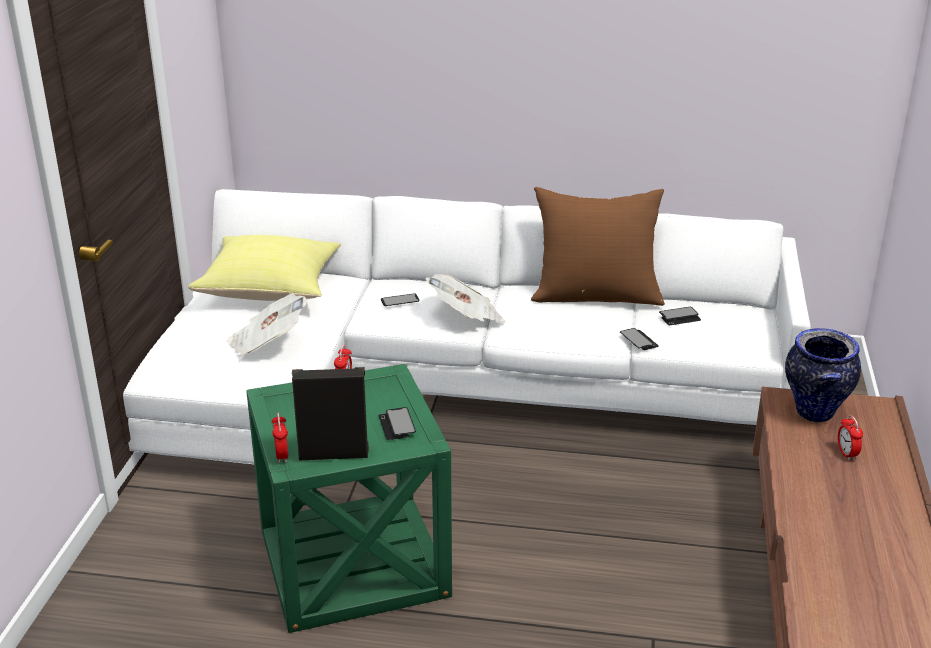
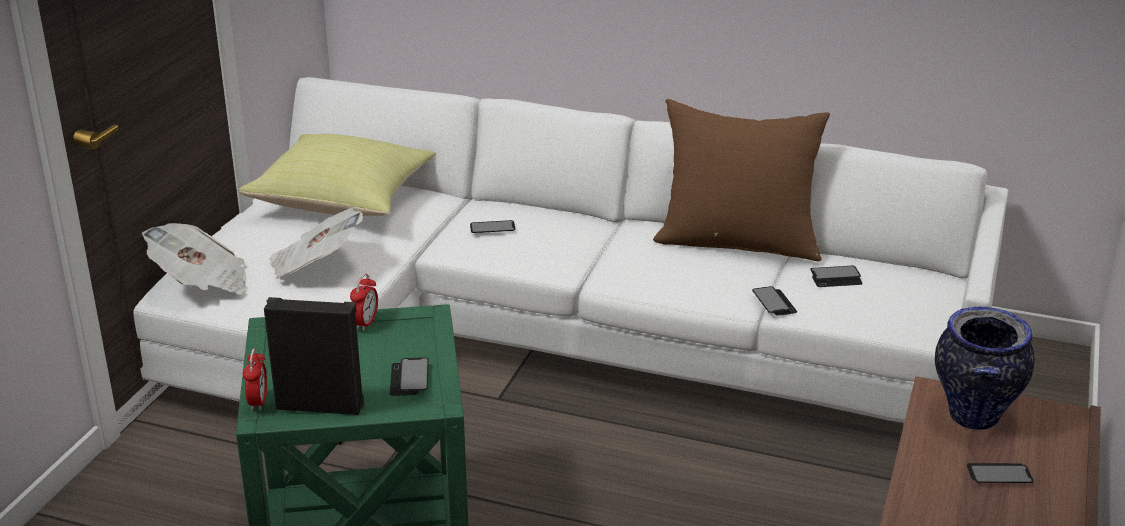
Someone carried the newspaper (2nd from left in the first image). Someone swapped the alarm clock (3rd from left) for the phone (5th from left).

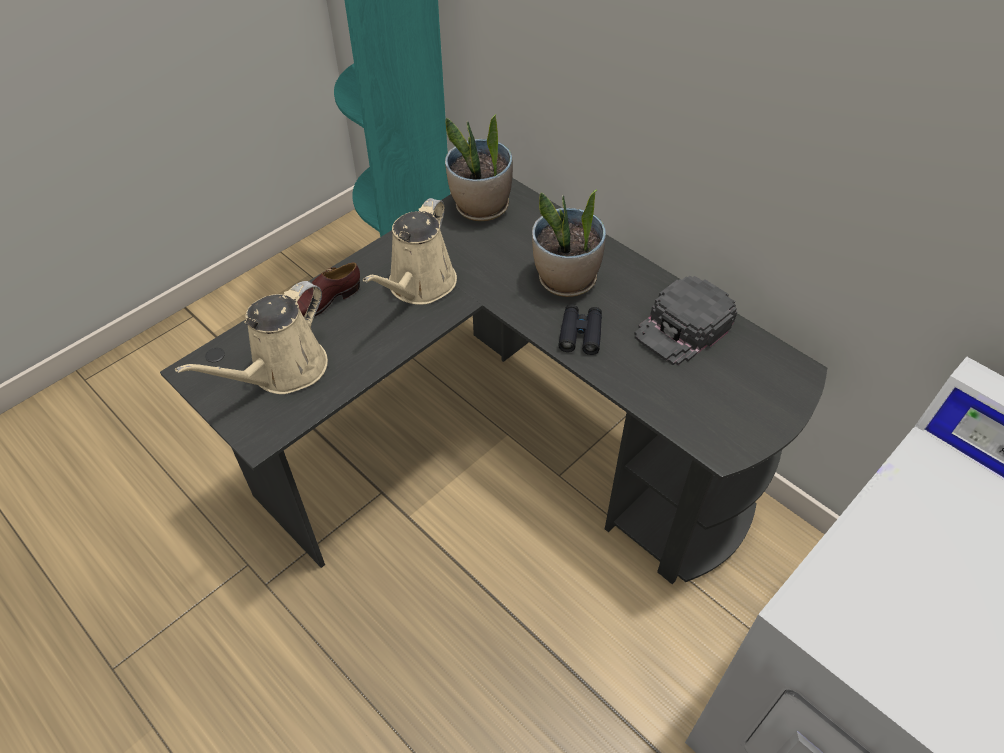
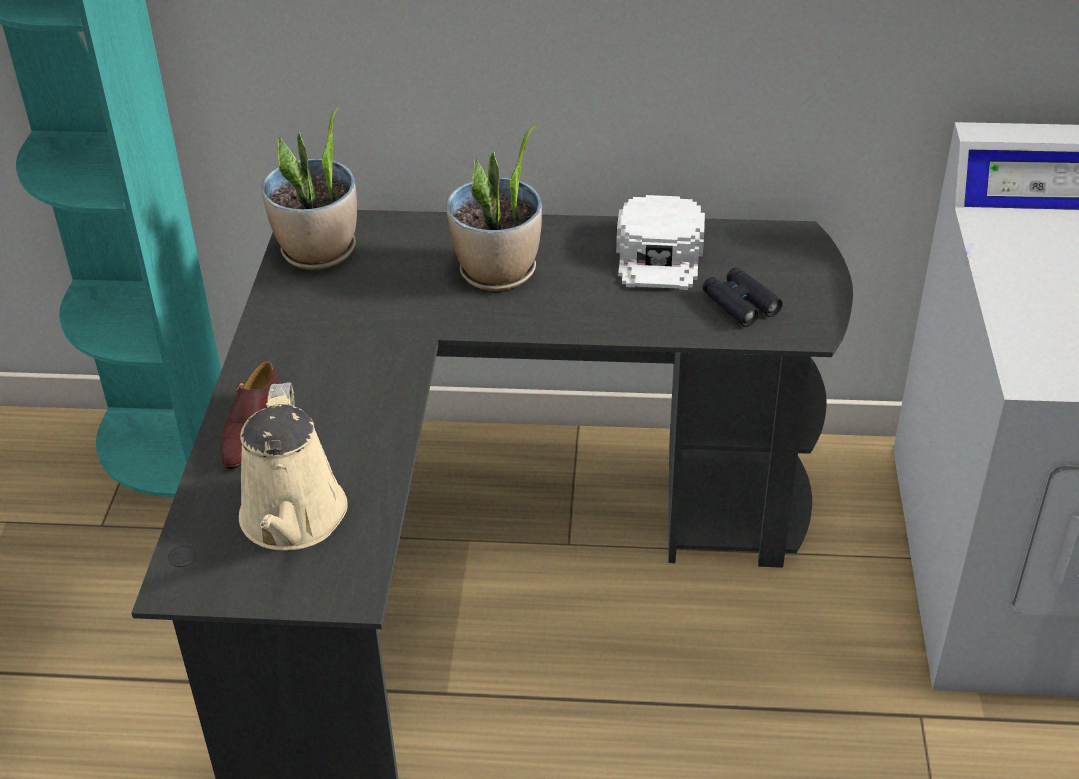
Someone took away the watering can (beige) (2nd from left). Someone carried the binoculars (black). Someone repainted the cap (black), which became the cap (white).

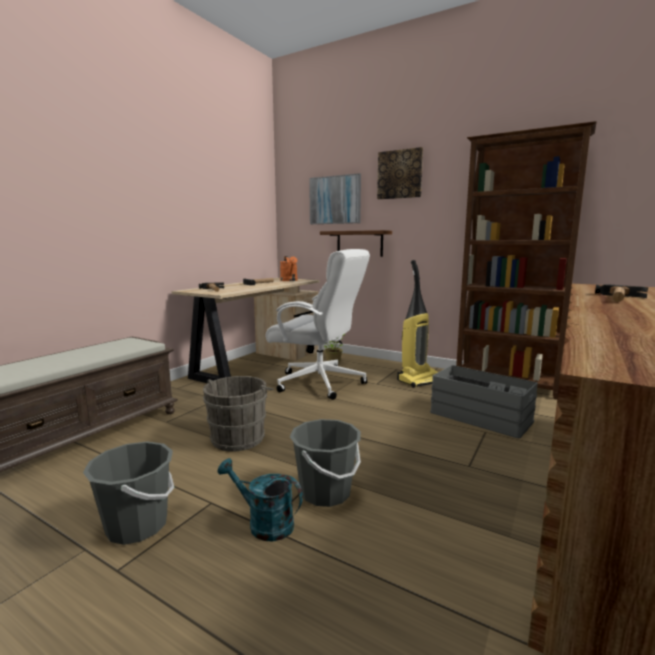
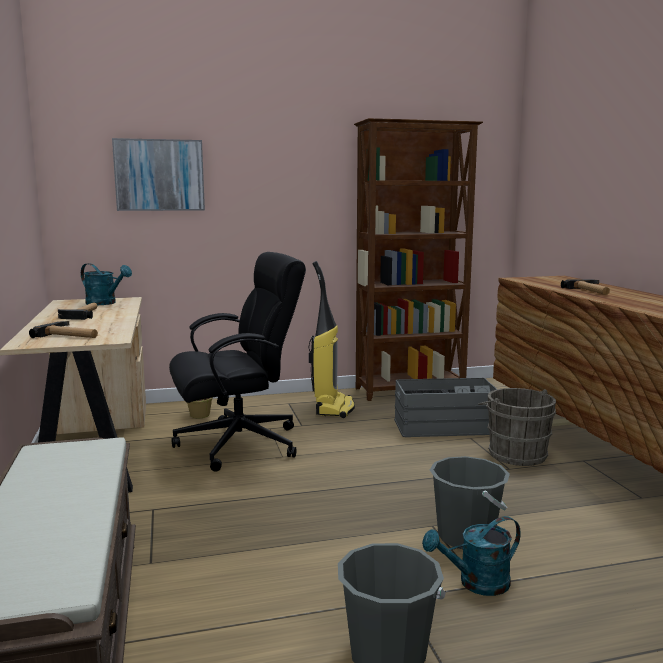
Someone carried the bucket (grey) (2nd from left in the first image). Someone repainted the office chair (white), which became the office chair (black). Someone repainted the watering can (orange), which became the watering can (turquoise) (1st from left). Someone took away the shelf (brown). Someone took away the picture (2nd from left).

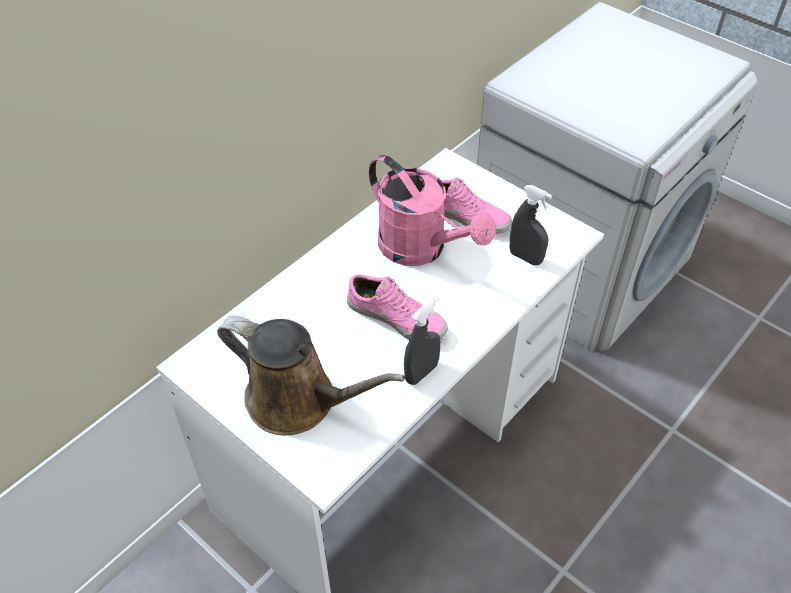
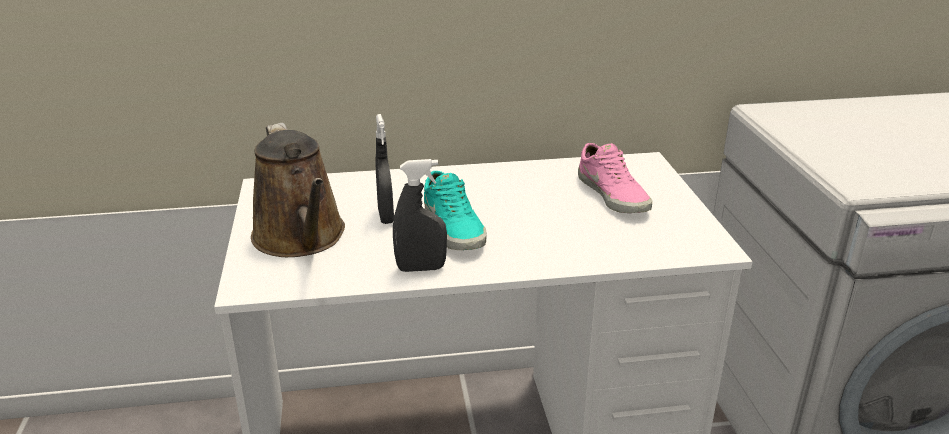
Someone repainted the shoe (pink) (1st from left), which became the shoe (turquoise). Someone took away the watering can (pink). Someone carried the spray bottle (grey) (2nd from left in the first image).

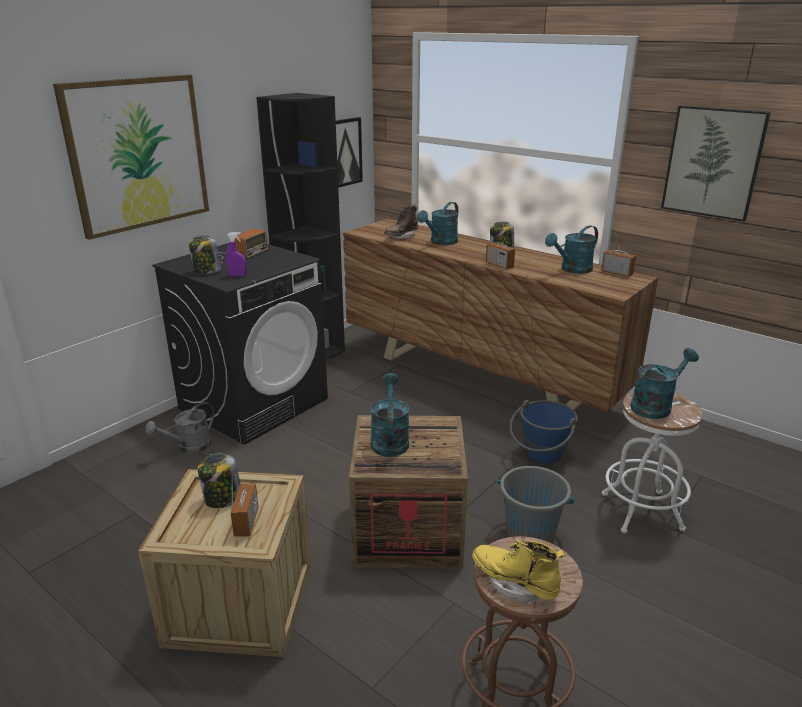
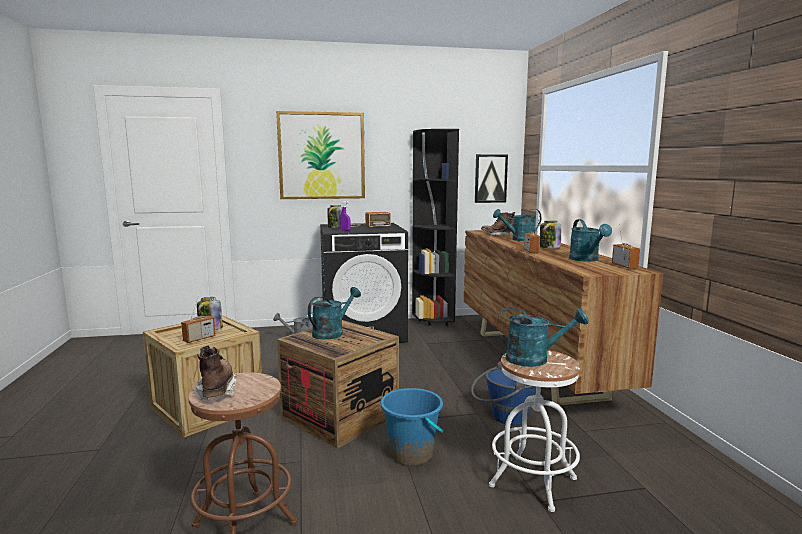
Someone repainted the boot (yellow), which became the boot (brown) (1st from left). Someone repainted the bucket (grey), which became the bucket (blue) (1st from left). Someone rotated the watering can (turquoise) (3rd from left in the first image) by 105 degrees counterclockwise. Someone took away the picture (3rd from left).

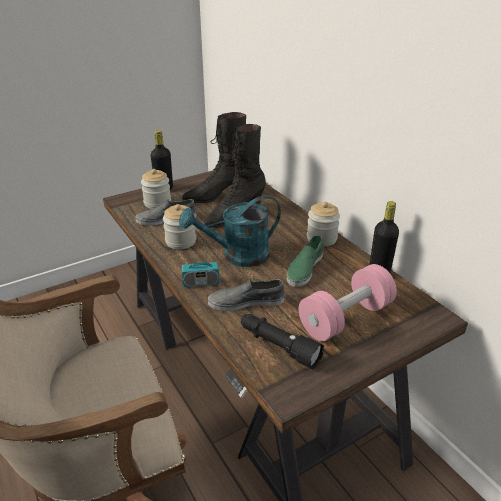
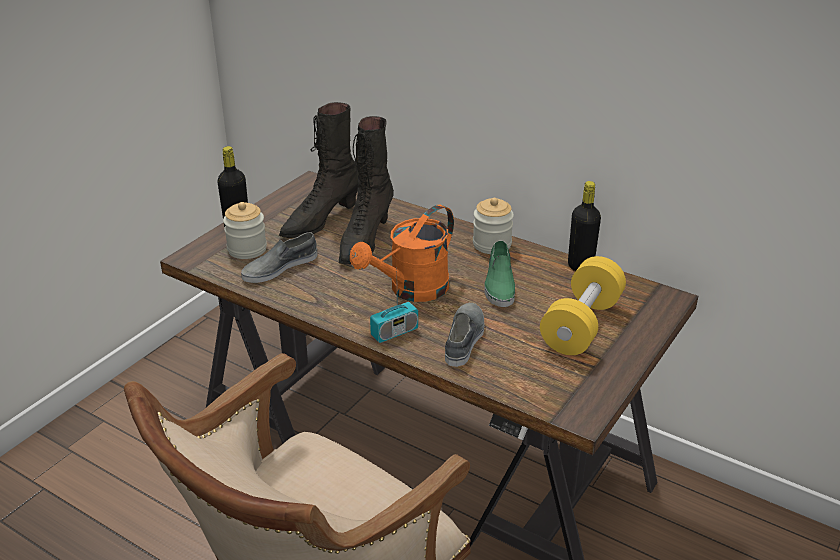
Someone took away the jar (2nd from left). Someone repainted the watering can (turquoise), which became the watering can (orange). Someone rotated the shoe (grey) (2nd from left) by 135 degrees clockwise. Someone took away the flashlight (black). Someone repainted the dumbbell (pink), which became the dumbbell (yellow).

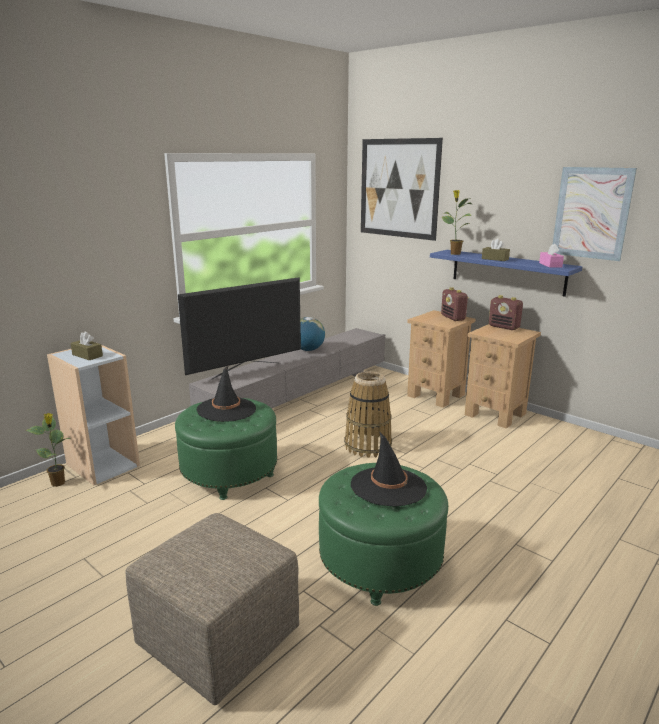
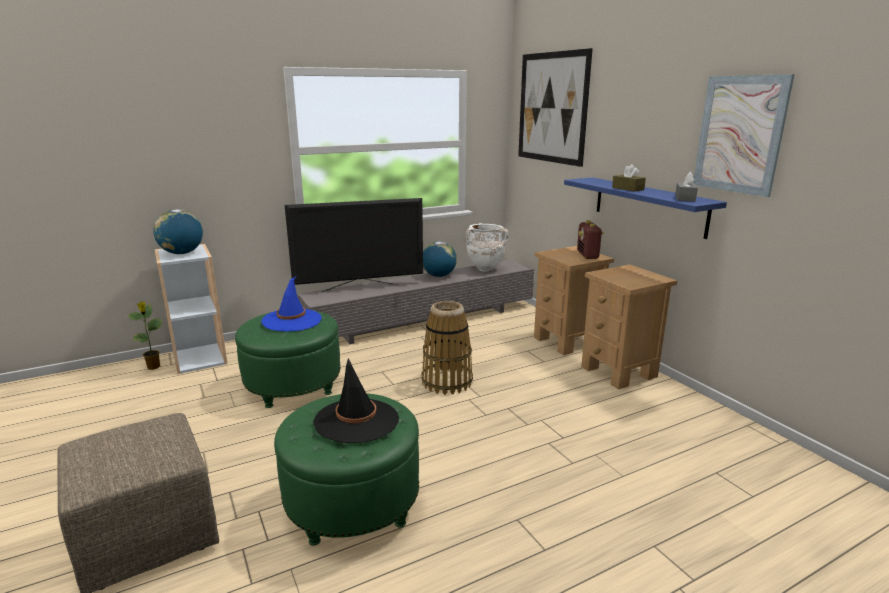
Someone swapped the tissue box (brown) (1st from left) for the globe (1st from left). Someone repainted the hat (black) (1st from left), which became the hat (blue). Someone took away the potted plant (2nd from left). Someone took away the radio (2nd from left). Someone repainted the tissue box (pink), which became the tissue box (grey). Someone put down the vase (white).

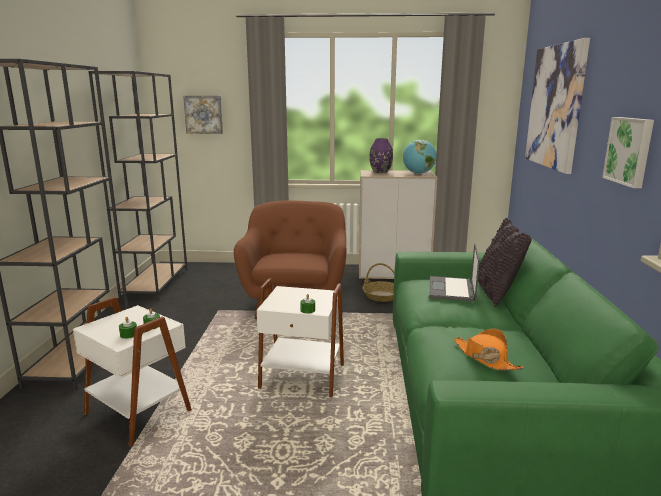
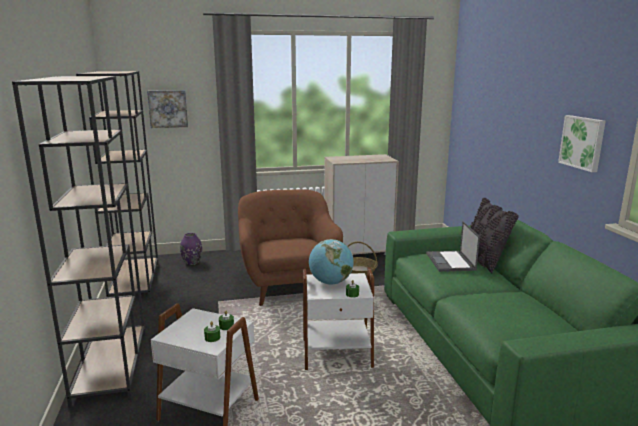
Someone carried the vase (purple). Someone carried the globe. Someone took away the hat (orange). Someone took away the picture (2nd from left).

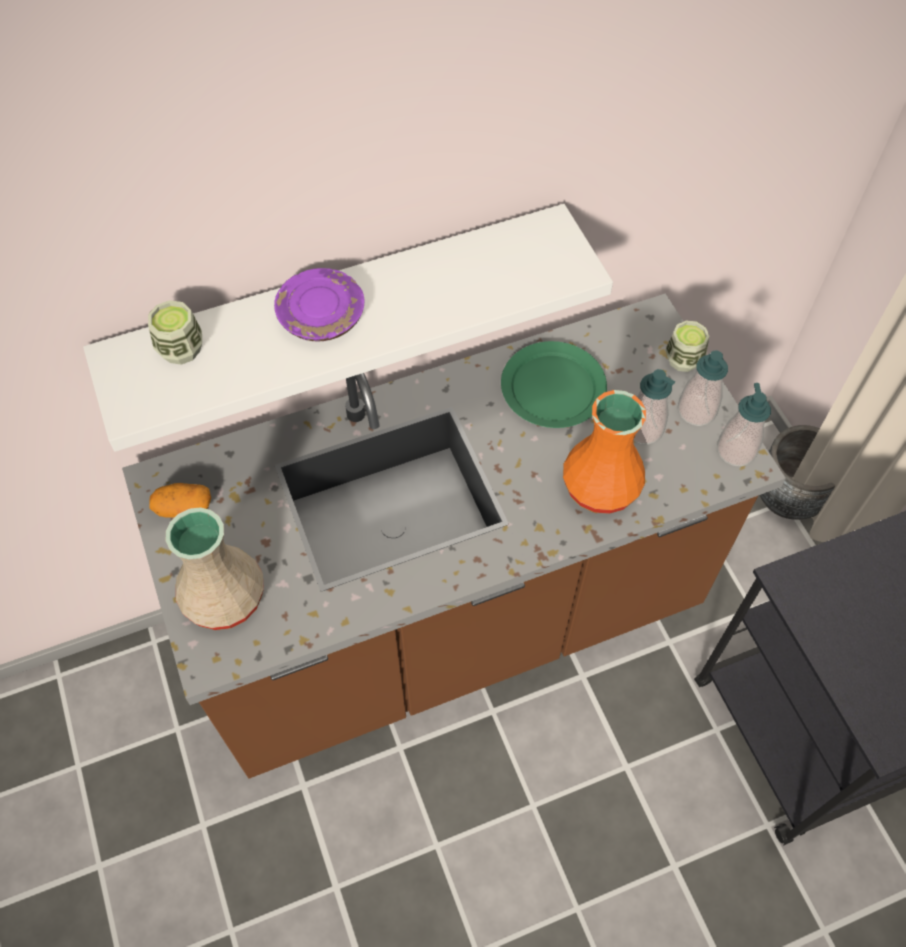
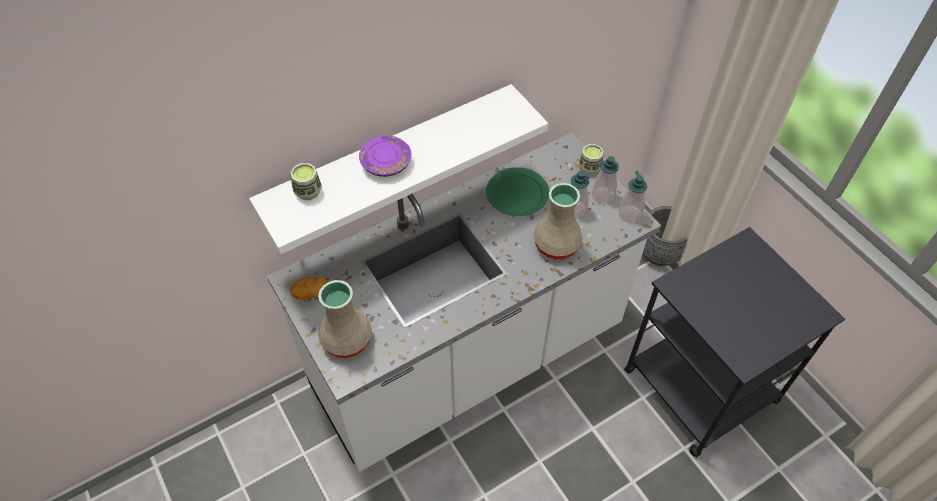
Someone repainted the counter (brown), which became the counter (white). Someone repainted the vase (orange), which became the vase (beige) (2nd from left).

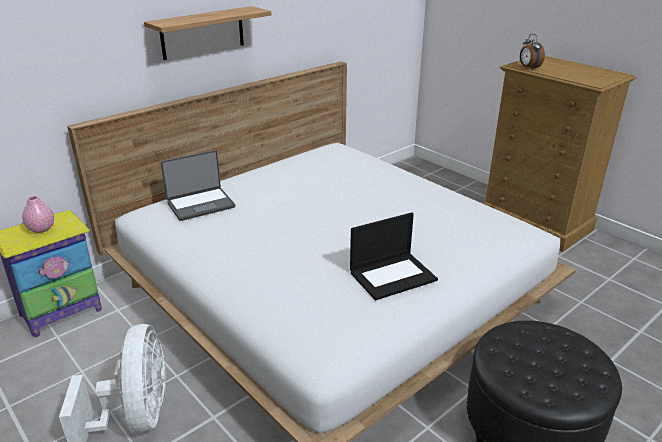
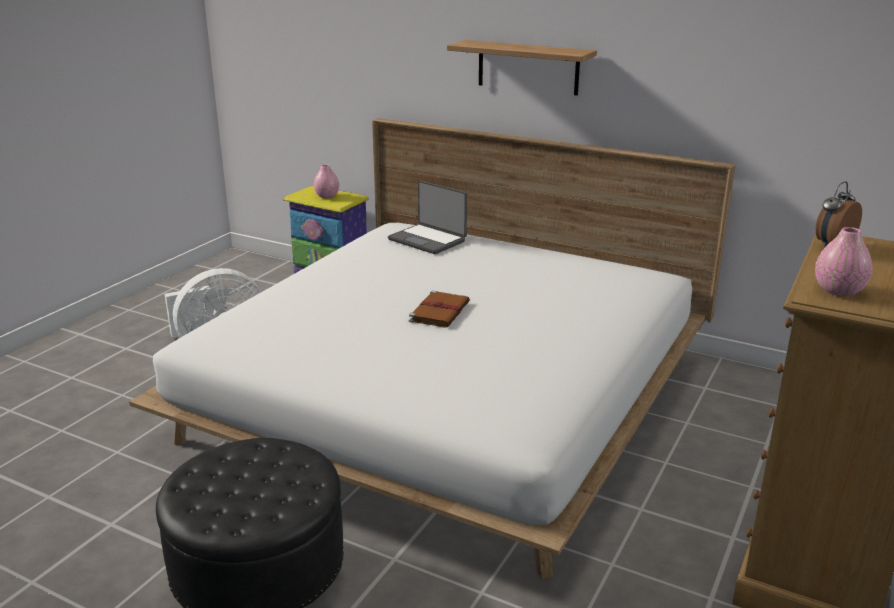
Someone took away the laptop (2nd from left). Someone put down the book (brown). Someone put down the vase (pink) (2nd from left).

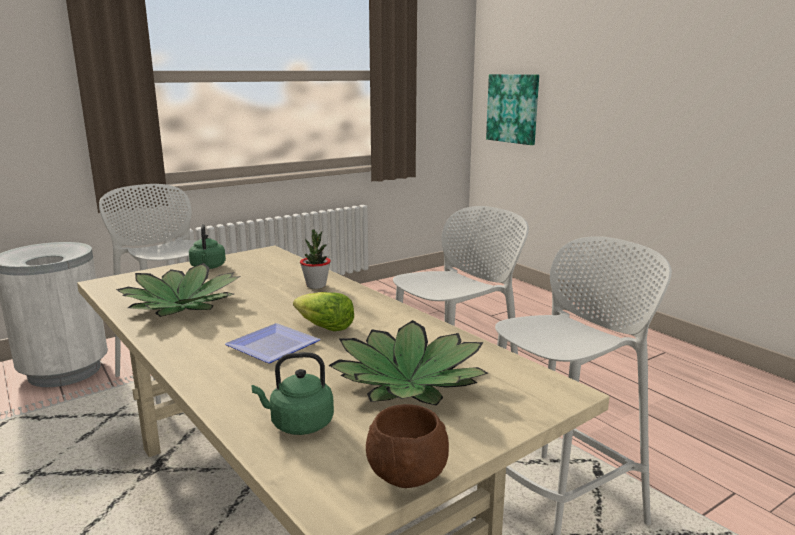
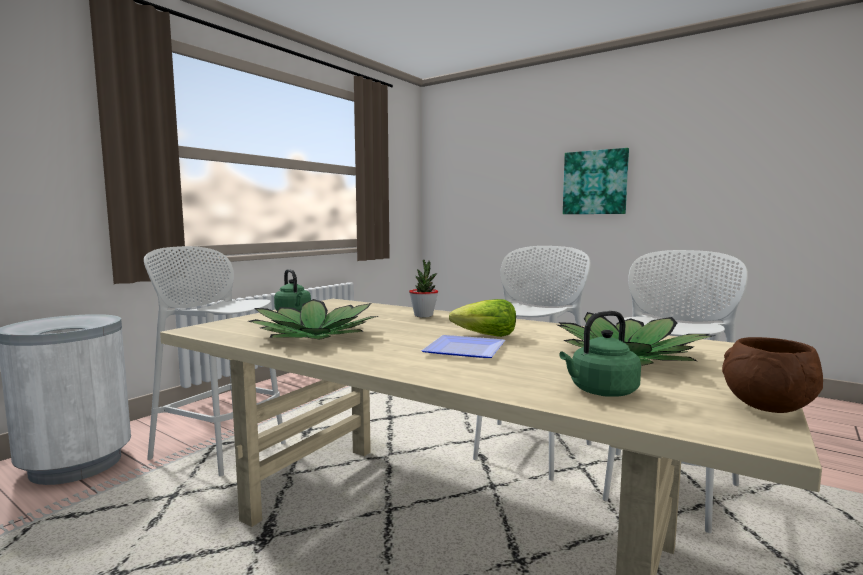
Someone carried the picture.

